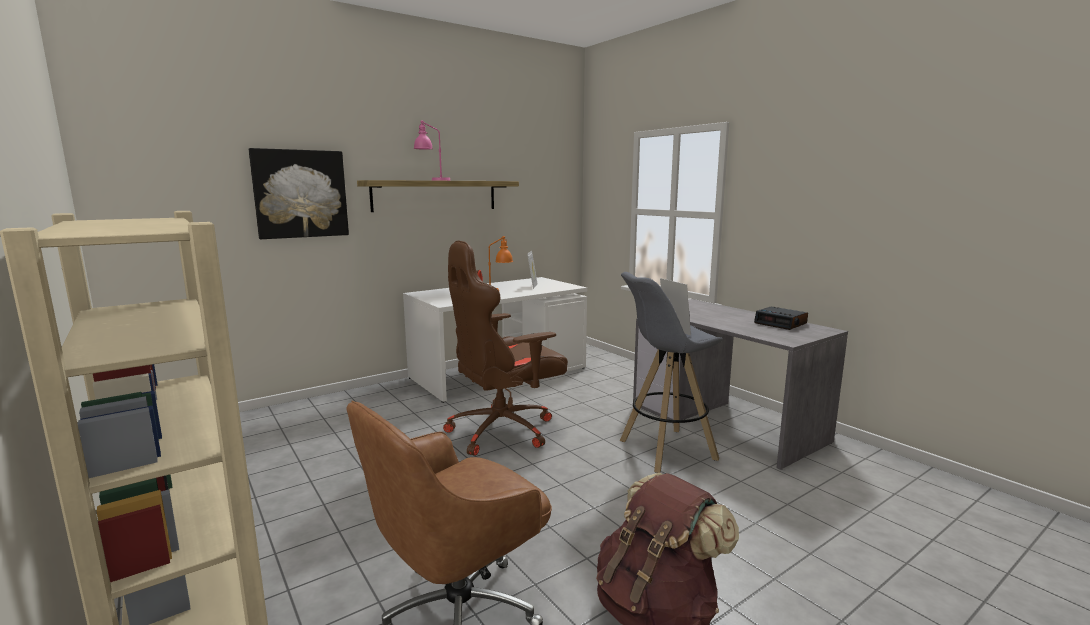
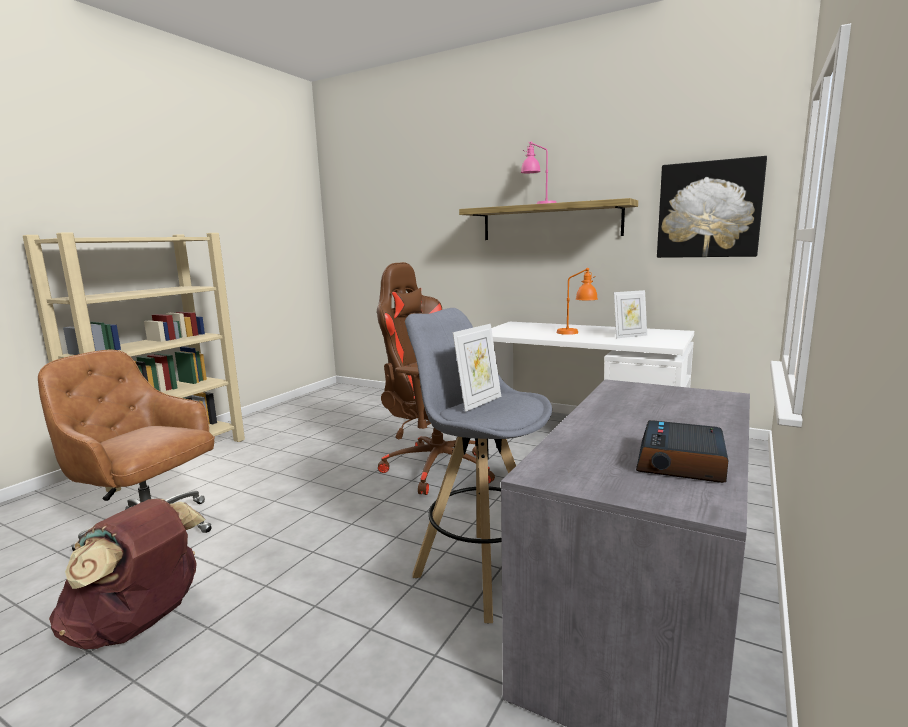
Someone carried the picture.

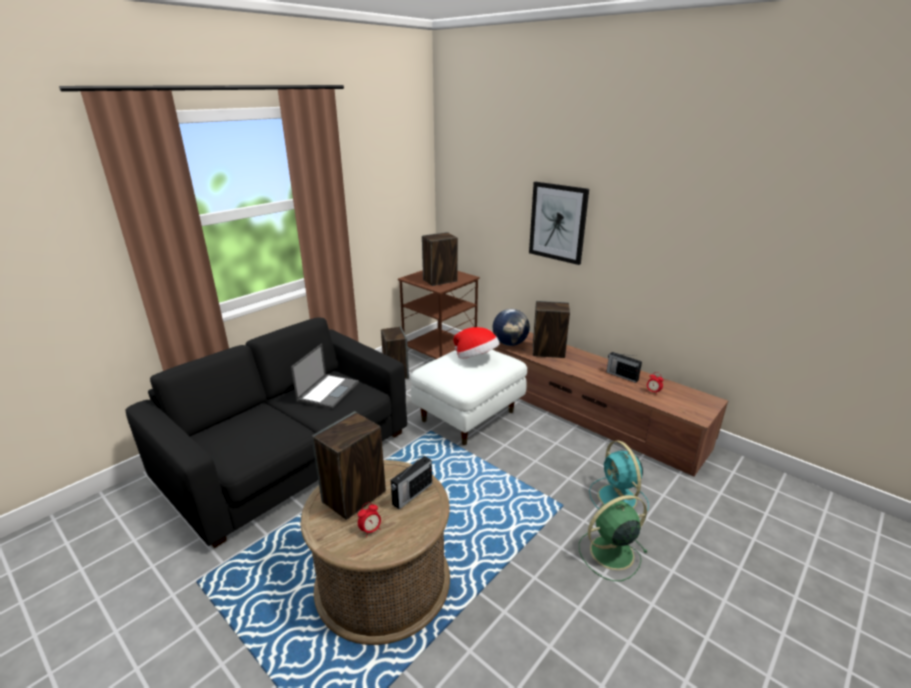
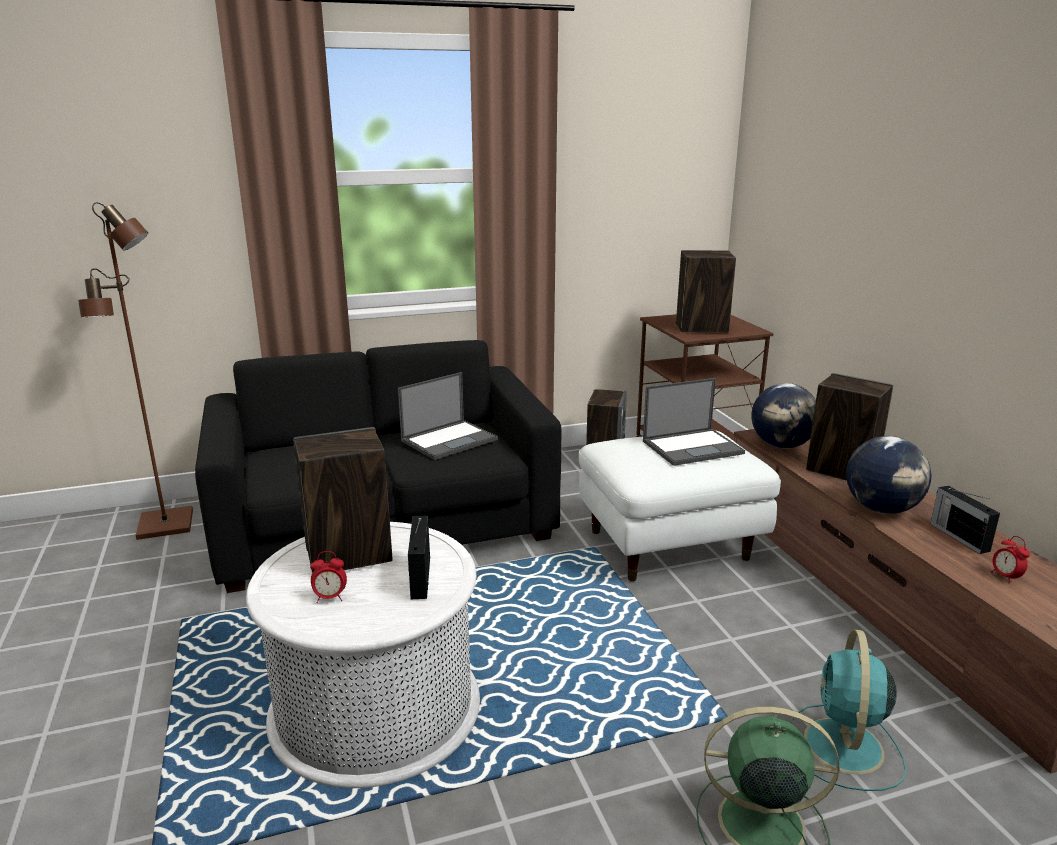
Someone repainted the coffee table (brown), which became the coffee table (white). Someone rotated the radio (1st from left) by 105 degrees clockwise. Someone swapped the hat for the laptop (2nd from left). Someone took away the picture. Someone put down the floor lamp (brown). Someone put down the globe (2nd from left).

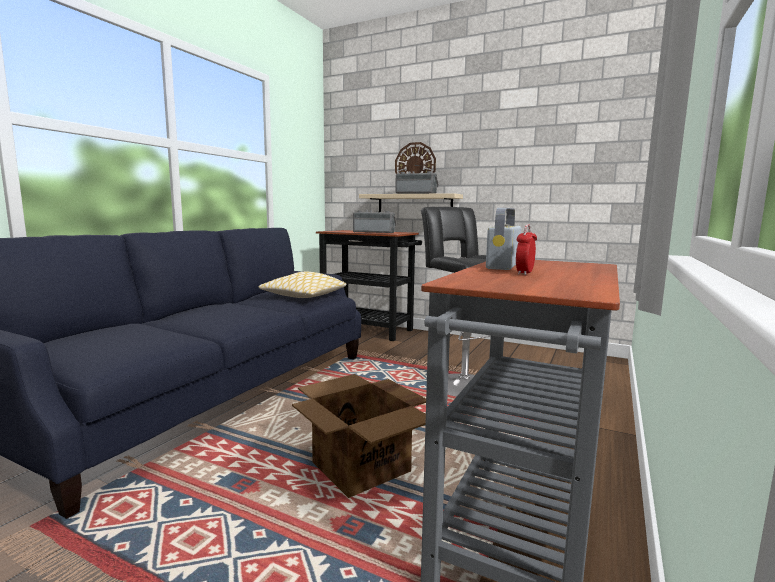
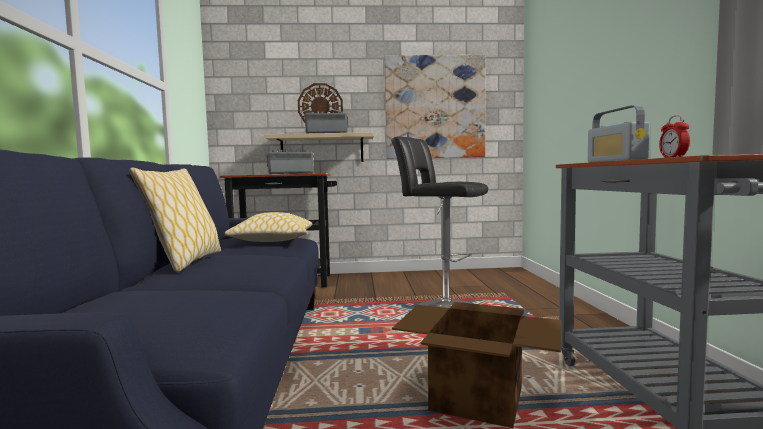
Someone put down the pillow (1st from left). Someone put up the picture.

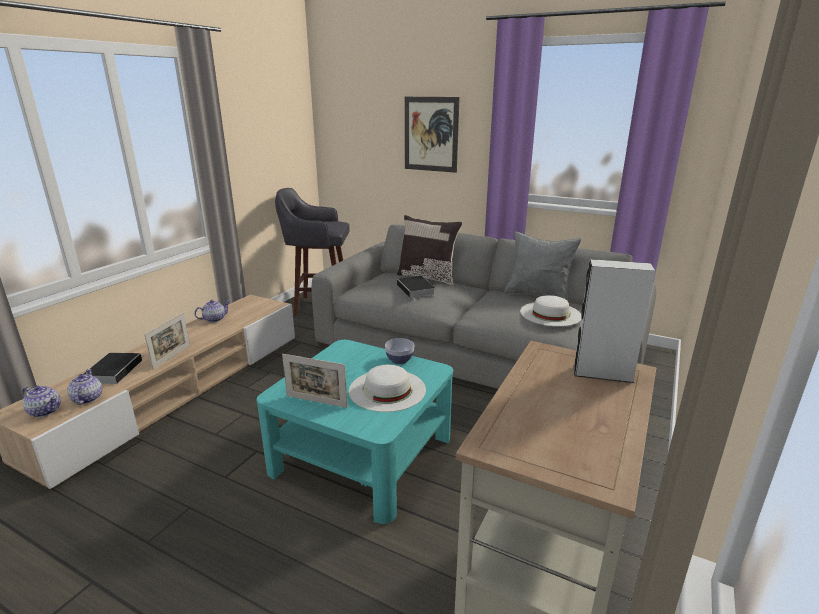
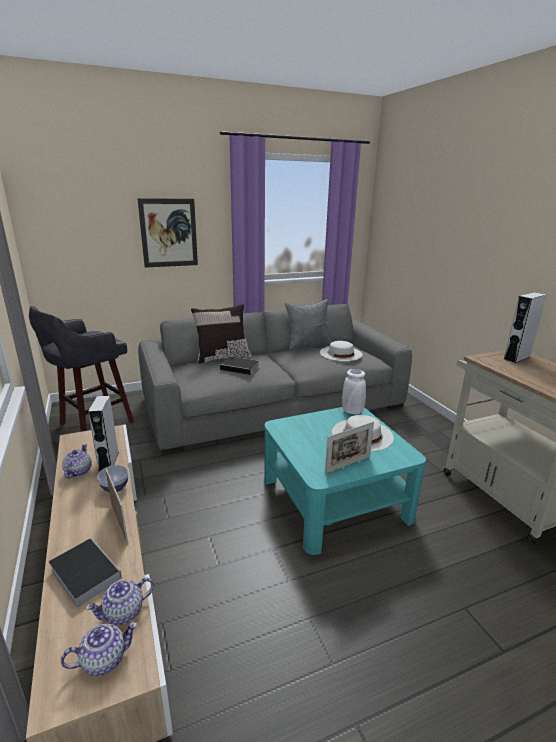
Someone rotated the teapot (2nd from left in the first image) by 60 degrees counterclockwise. Someone carried the bowl. Someone put down the speaker (grey) (1st from left). Someone put down the vase (white).

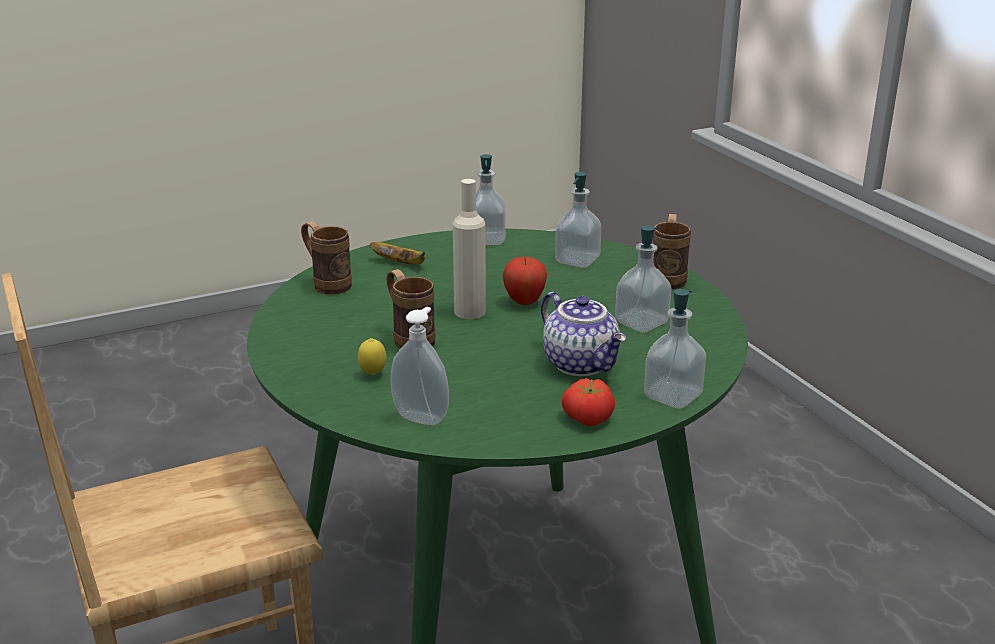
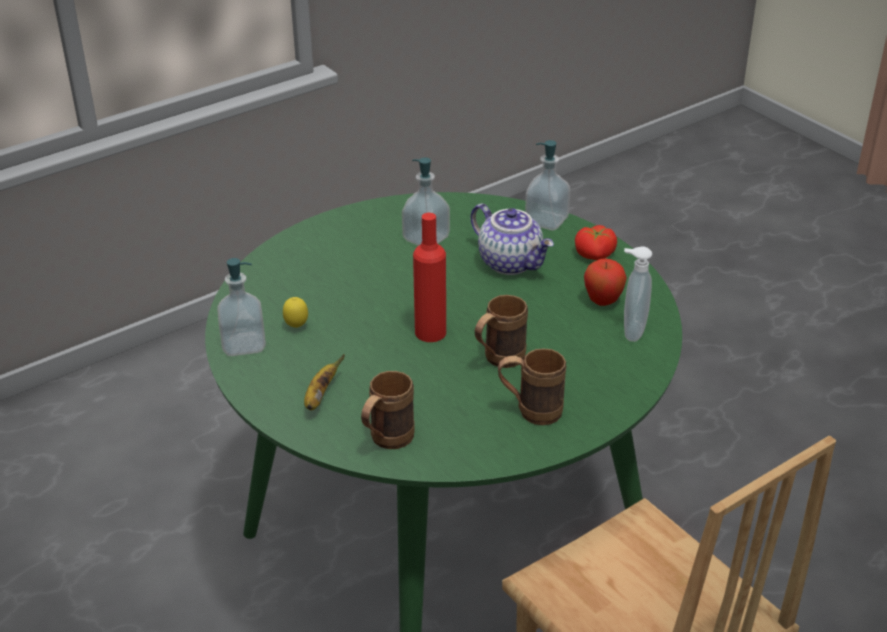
Someone carried the lemon. Someone repainted the bottle (beige), which became the bottle (red). Someone carried the apple. Someone rotated the teapot by 90 degrees clockwise. Someone took away the soap dispenser (3rd from left). Someone carried the mug (brown) (3rd from left).

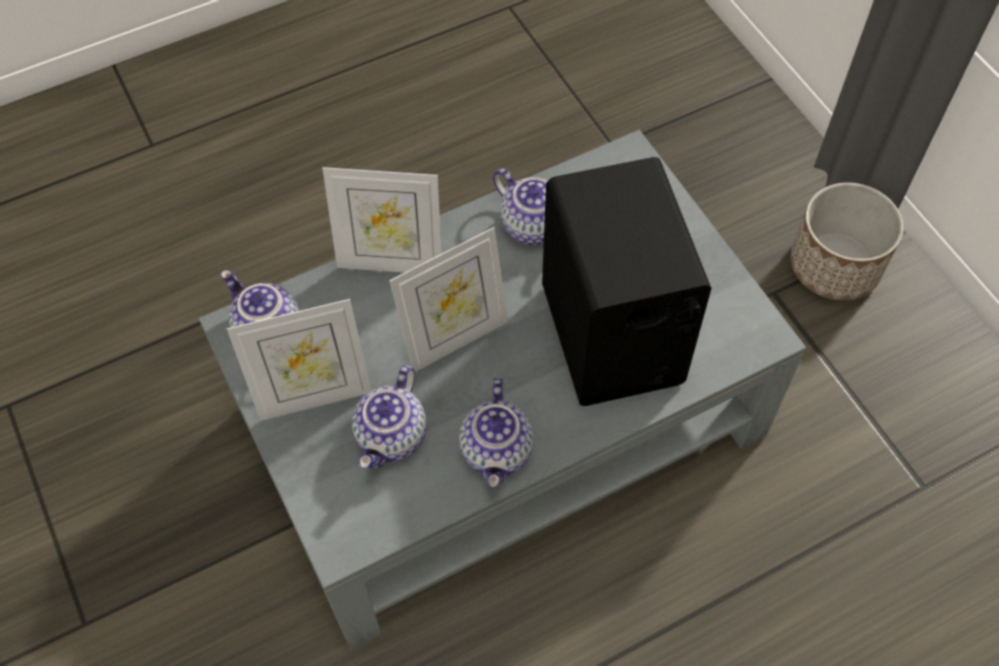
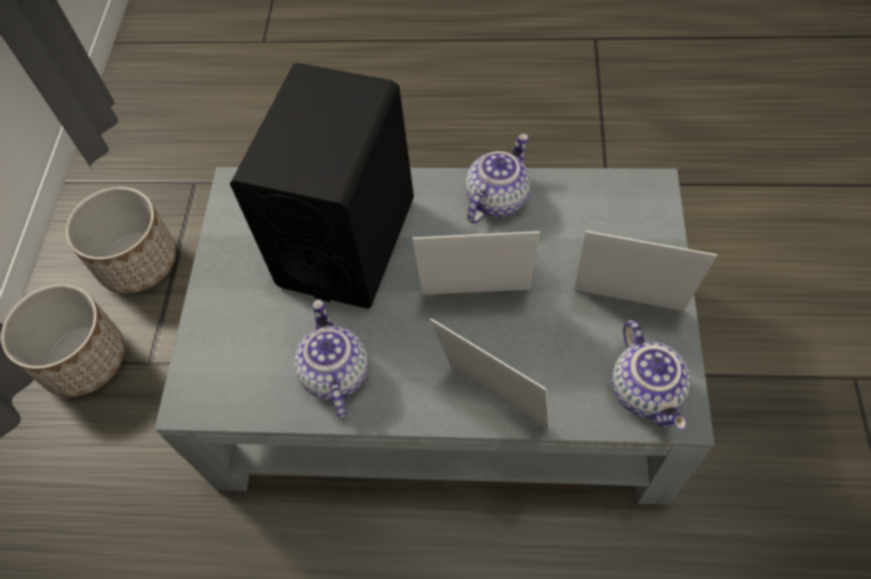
Someone took away the teapot (2nd from left). Someone put down the planter (2nd from left).

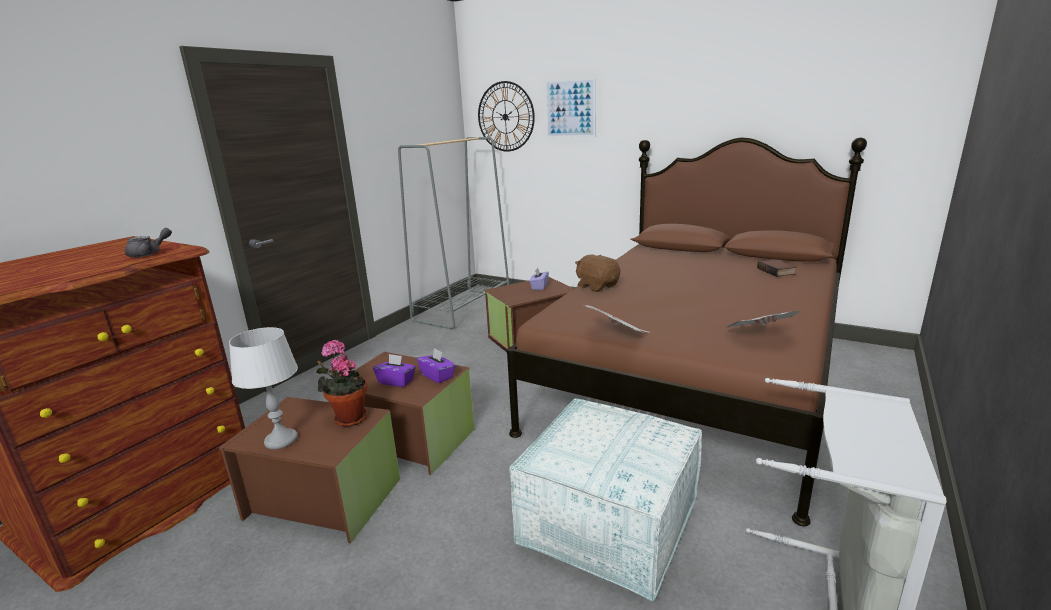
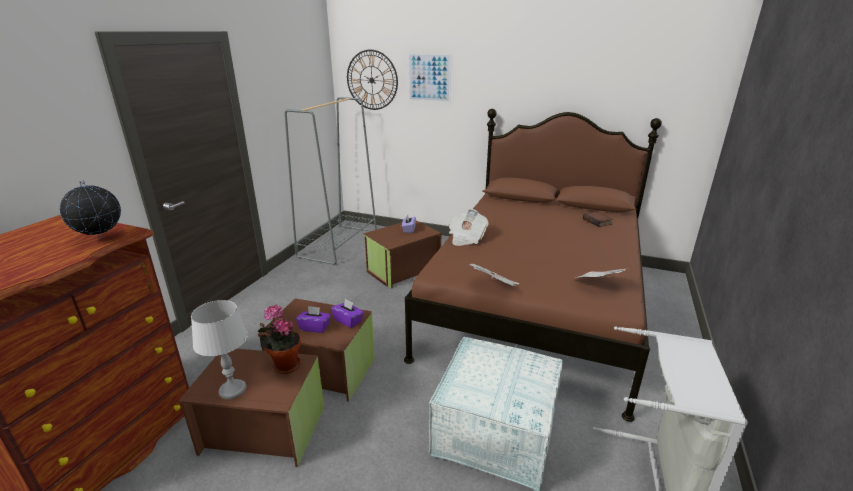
Someone swapped the teapot (grey) for the globe. Someone swapped the plush toy (brown) for the newspaper (1st from left).

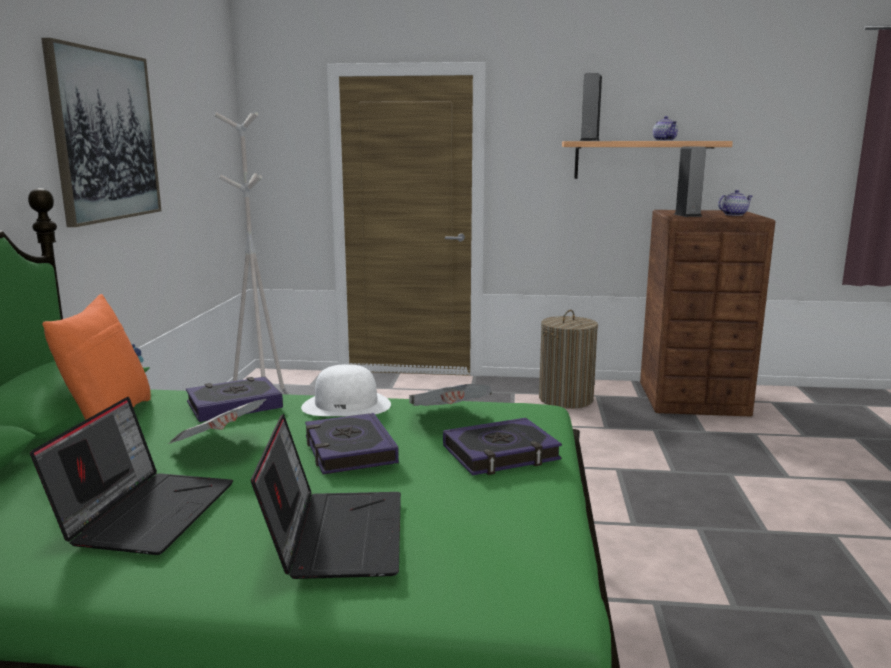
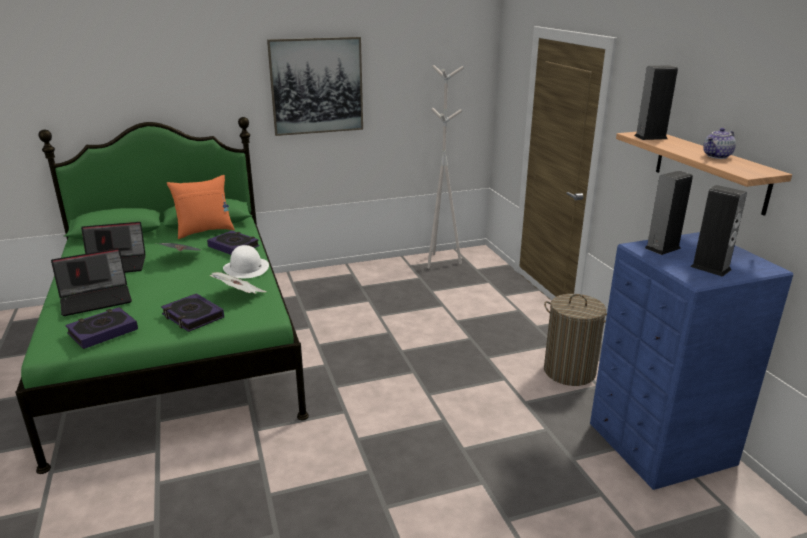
Someone carried the book (2nd from left in the first image). Someone repainted the dresser (brown), which became the dresser (blue). Someone swapped the teapot (2nd from left) for the speaker (3rd from left).

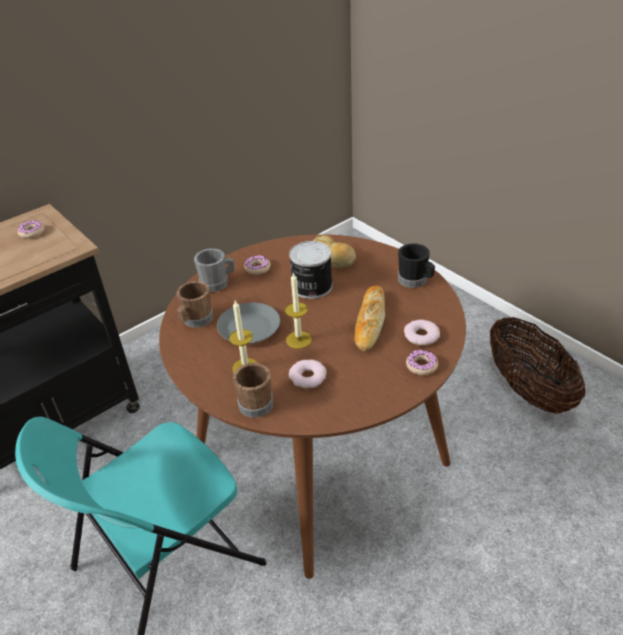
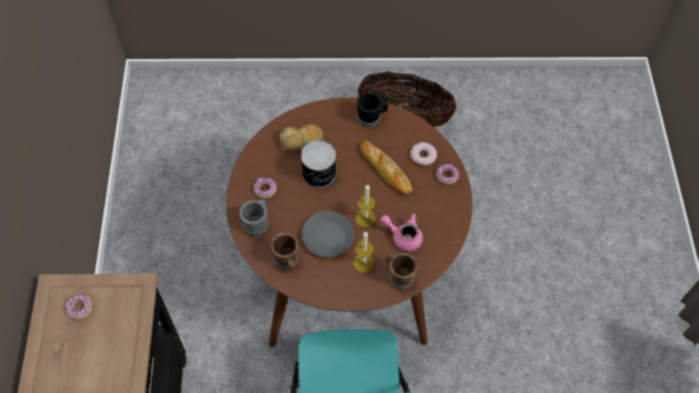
Someone swapped the donut (3rd from left) for the teapot (pink).

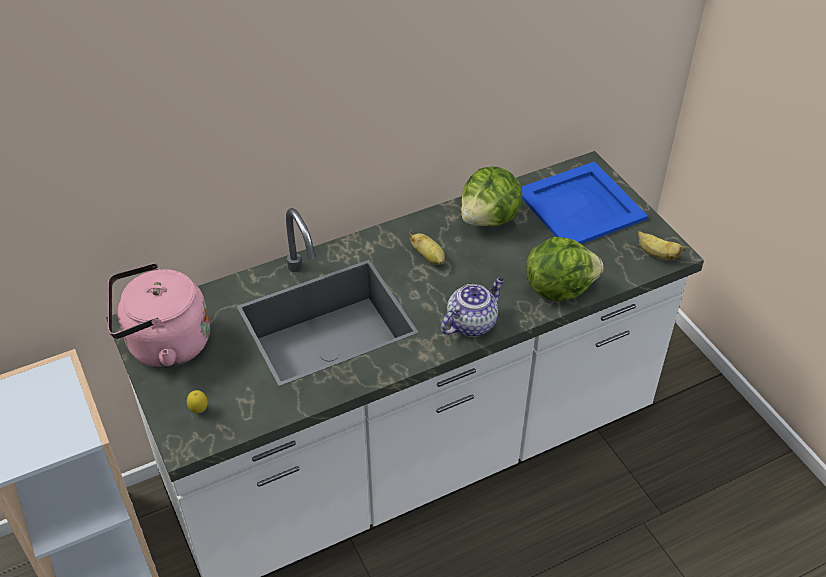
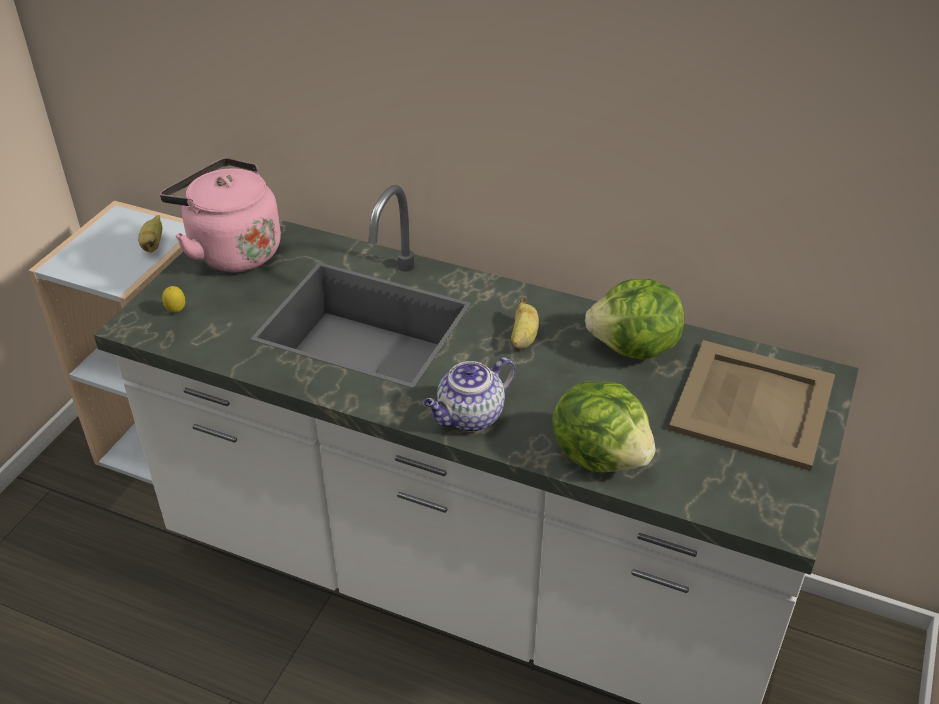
Someone rotated the teapot by 135 degrees clockwise. Someone repainted the tray (blue), which became the tray (beige). Someone carried the banana (2nd from left in the first image).

